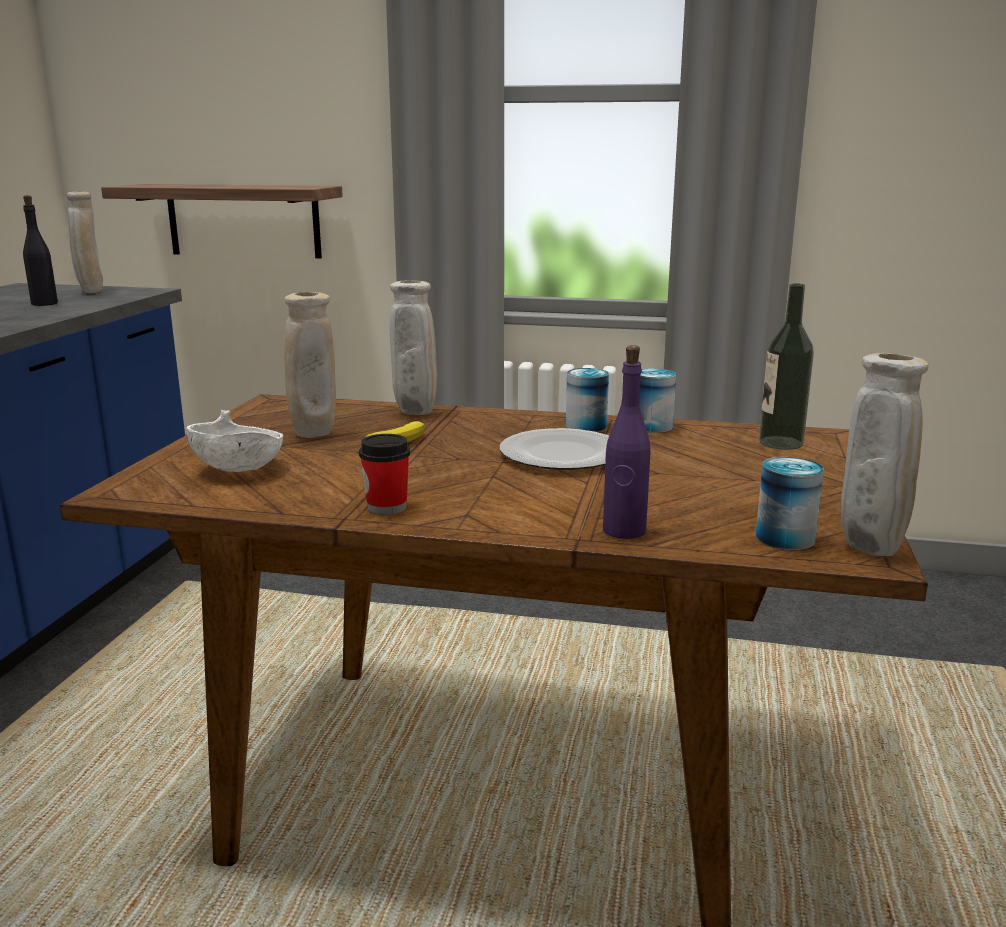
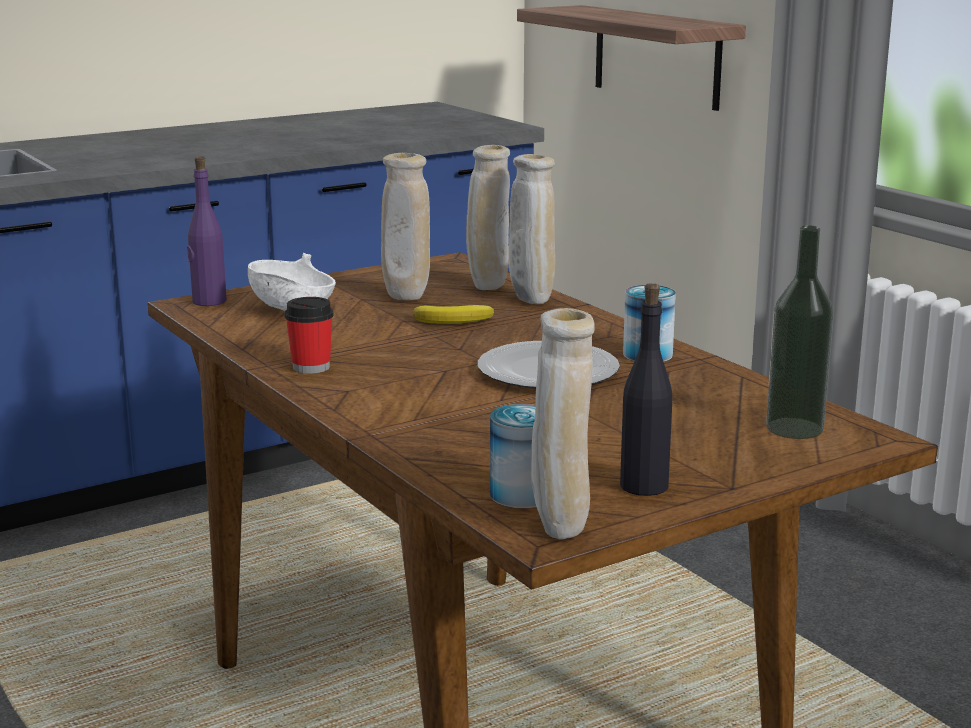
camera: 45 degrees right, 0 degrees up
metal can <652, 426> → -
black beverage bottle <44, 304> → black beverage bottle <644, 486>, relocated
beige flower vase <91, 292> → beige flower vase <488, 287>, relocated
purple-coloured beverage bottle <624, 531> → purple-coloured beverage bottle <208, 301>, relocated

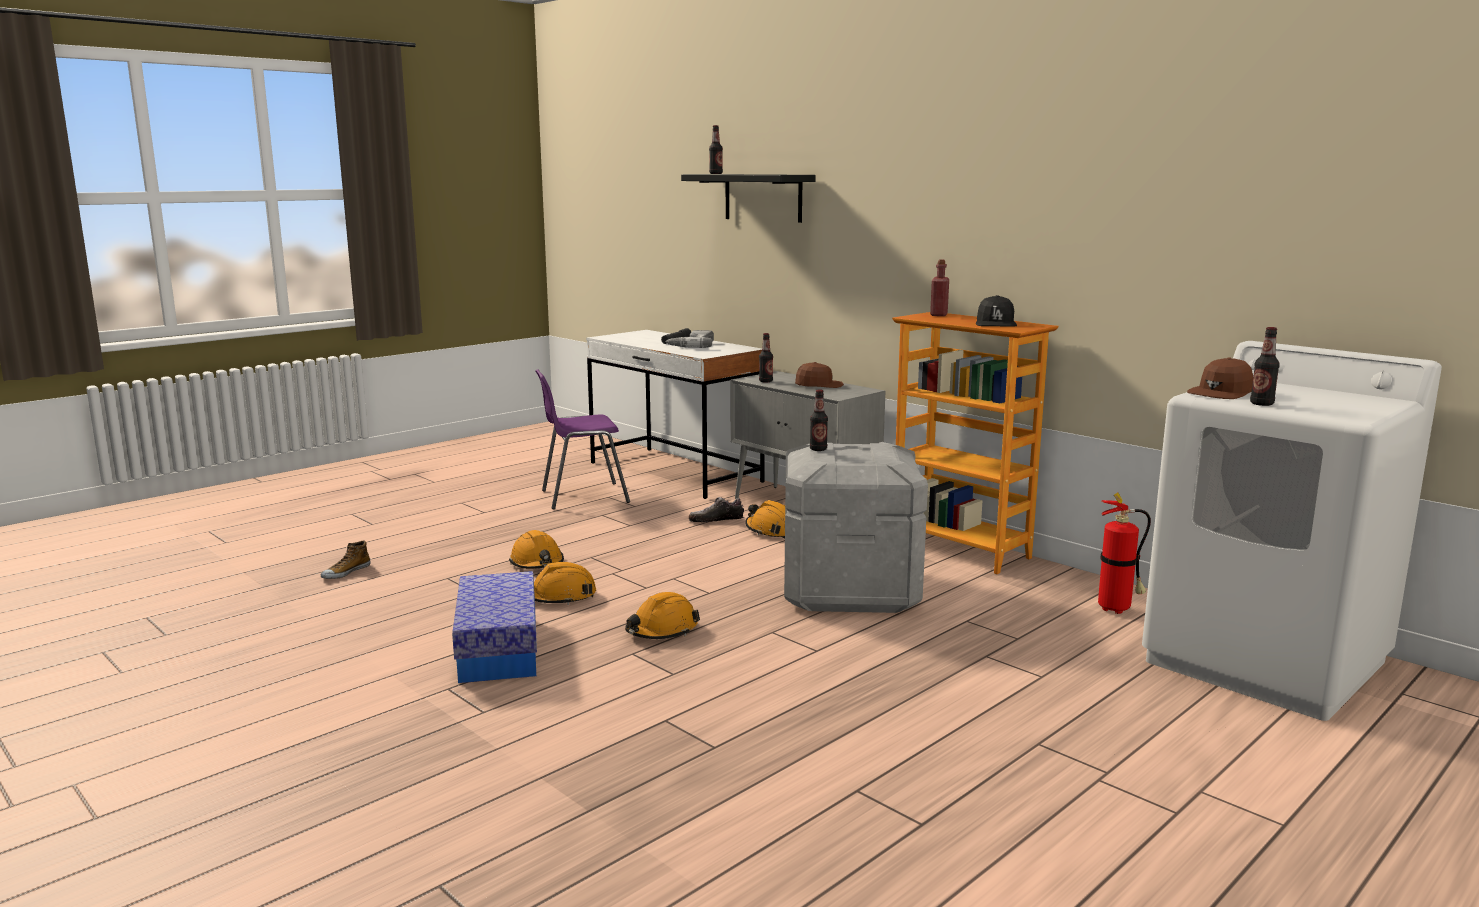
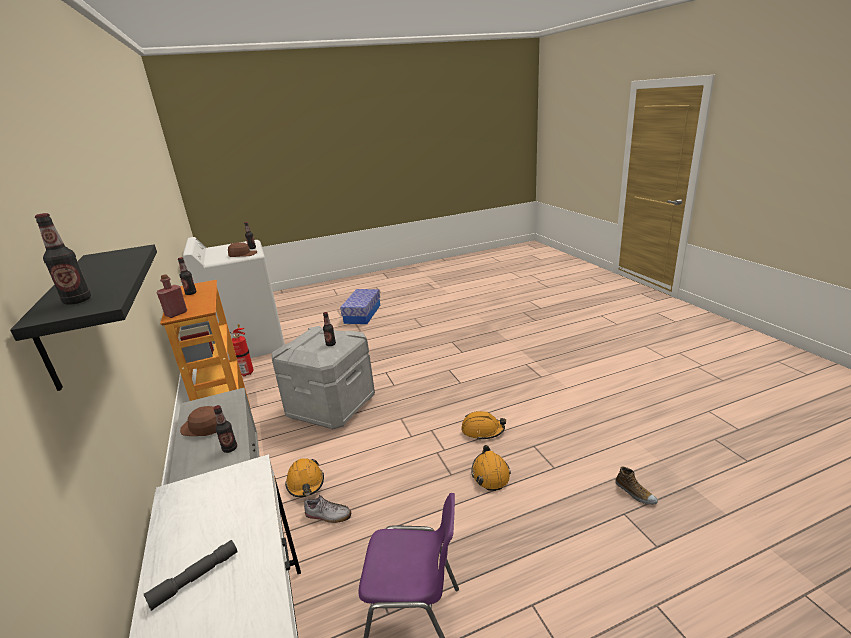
camera: 155 degrees left, 10 degrees up
orangey hard hat <662, 630> → -
drill <691, 345> → -
storage box <498, 649> → storage box <362, 314>, relocated
black cap <995, 323> → beverage bottle <191, 293>
shoe <346, 572> → shoe <635, 493>, 90 degrees clockwise

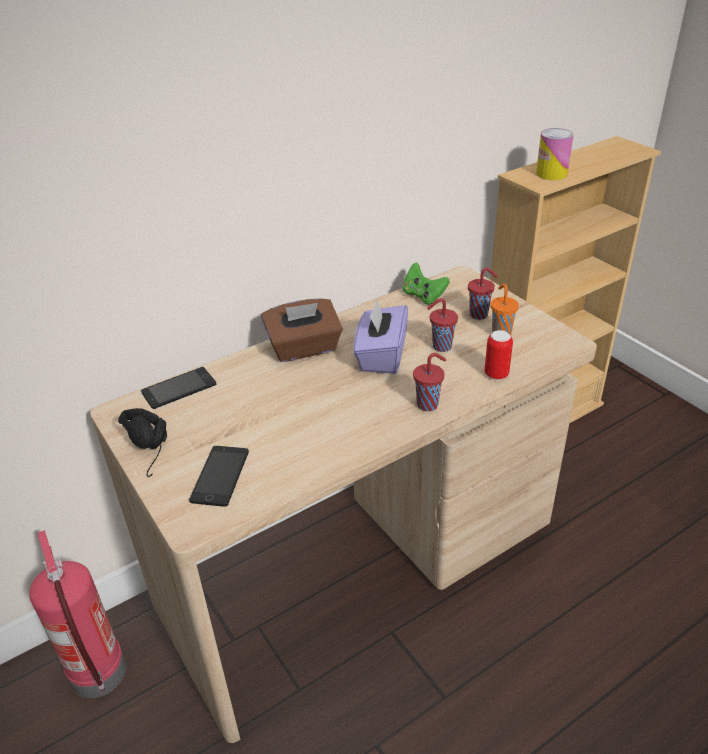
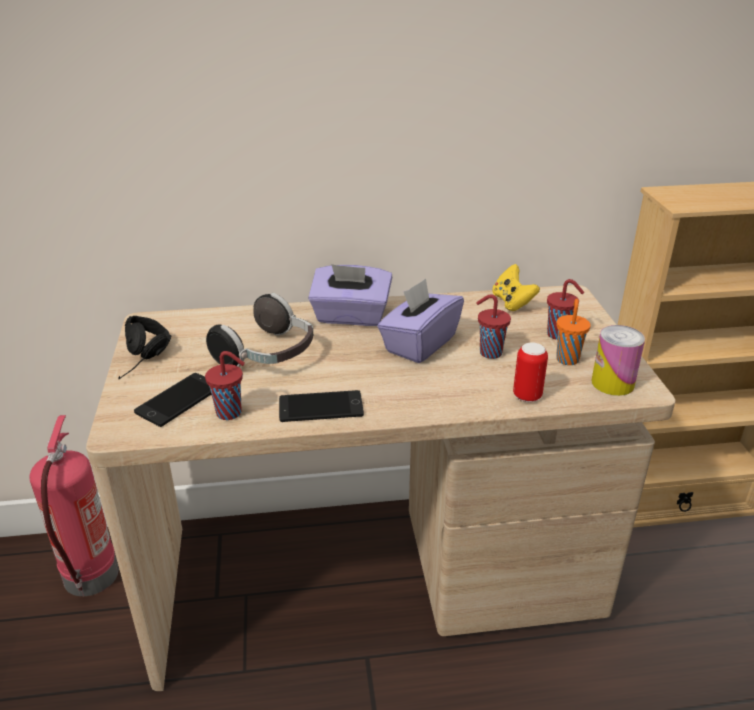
camera: 25 degrees right, 5 degrees down
- → headset <268, 356>
handset <179, 388> → handset <321, 407>, relocated
red drinking cup <428, 404> → red drinking cup <230, 413>, relocated
metal can <551, 174> → metal can <612, 383>, relocated
brown-coloured tissue holder <304, 348> → purple-coloured tissue holder <351, 317>
green joypad <423, 296> → yellow-coloured joypad <512, 302>

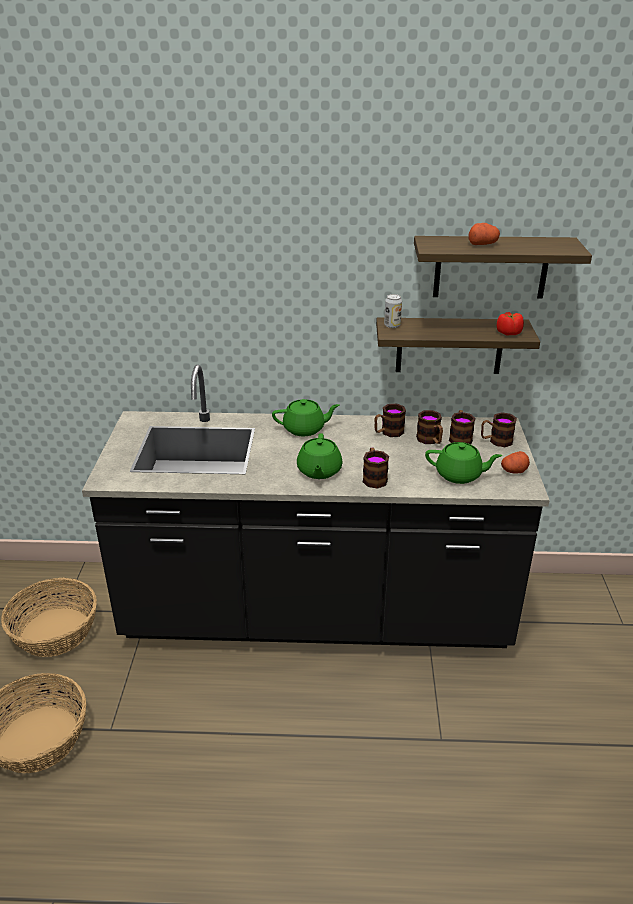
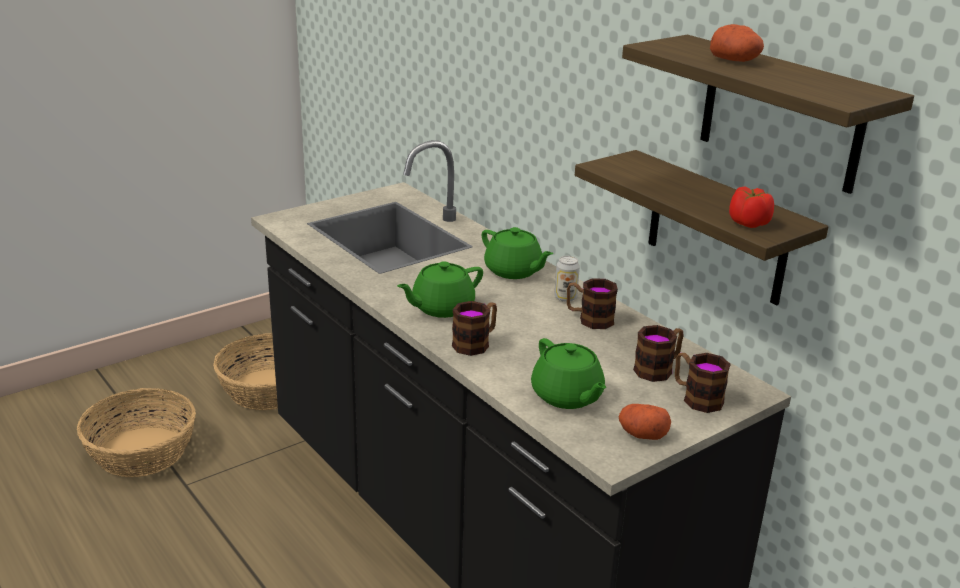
camera: 50 degrees right, 5 degrees down
coffee mug <430, 440> → -
metal can <392, 325> → metal can <565, 297>, relocated

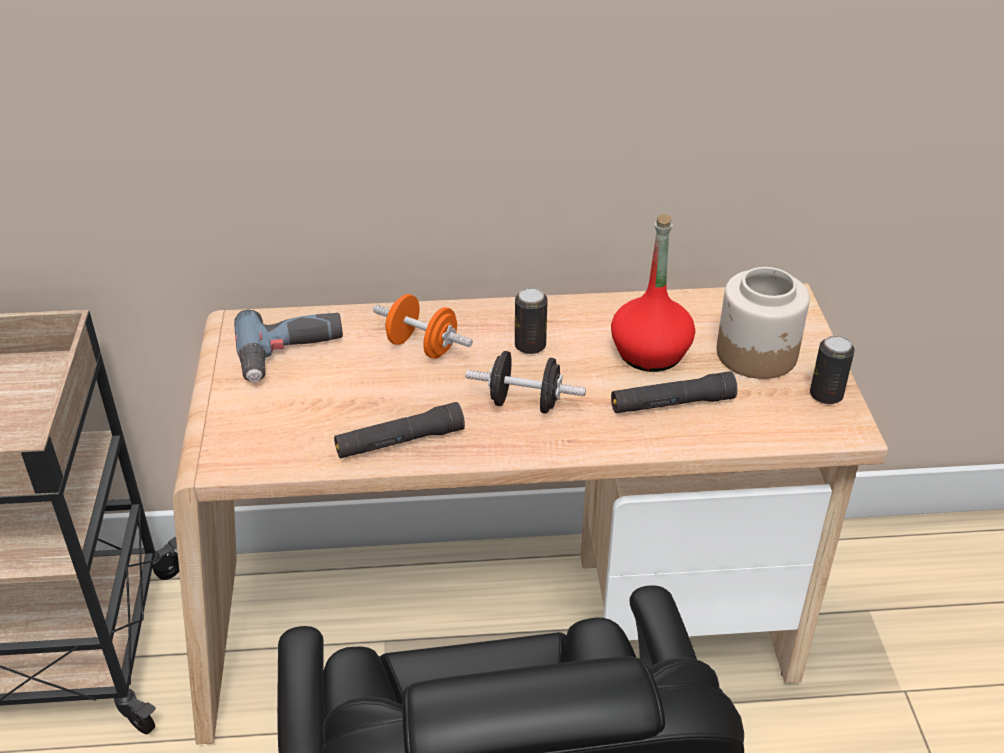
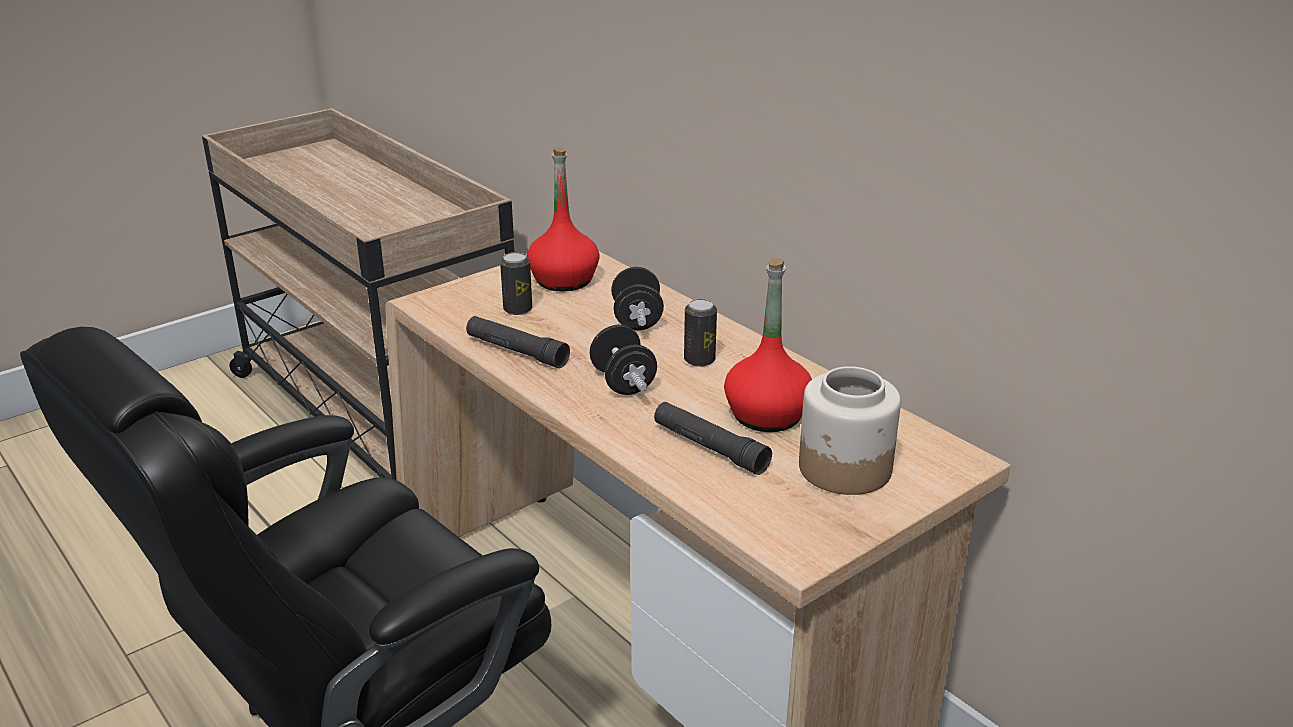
camera: 55 degrees right, 10 degrees down
metal can <826, 395> → metal can <517, 309>, relocated
drill <291, 354> → red beverage bottle <564, 280>
orangey free weight <422, 347> → black free weight <637, 320>

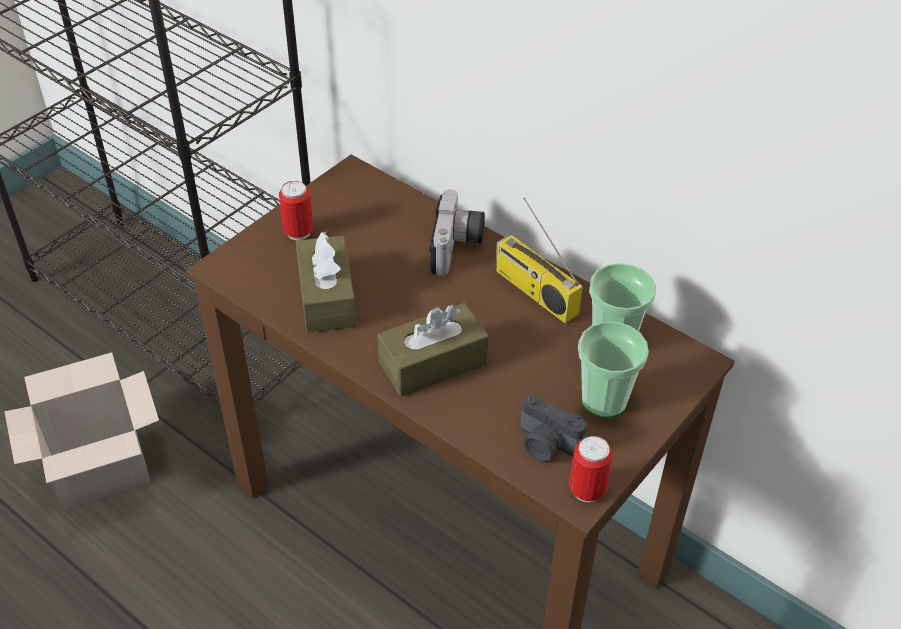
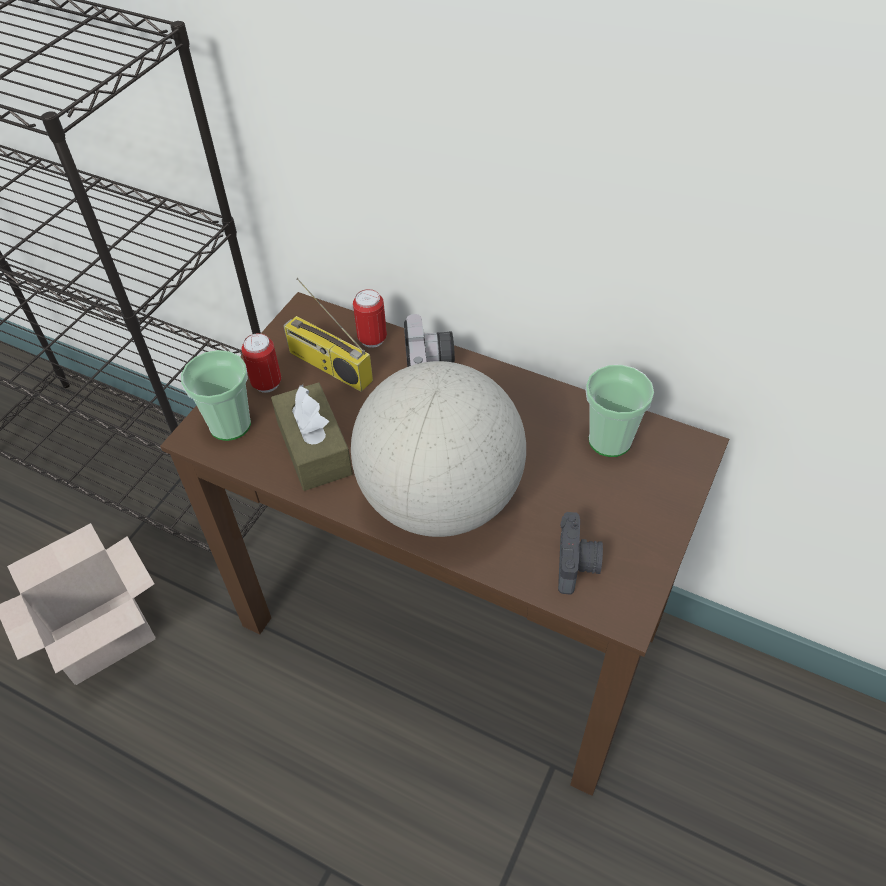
camera: 10 degrees left, 5 degrees up
radio set <534, 292> → radio set <328, 366>, relocated
metal can <587, 490> → metal can <372, 339>, relocated
drinking cup <604, 401> → drinking cup <230, 425>, relocated
brown-coloured tissue holder <433, 363> → desk globe <440, 499>
photo camera <546, 445> → photo camera <577, 565>, 105 degrees counterclockwise

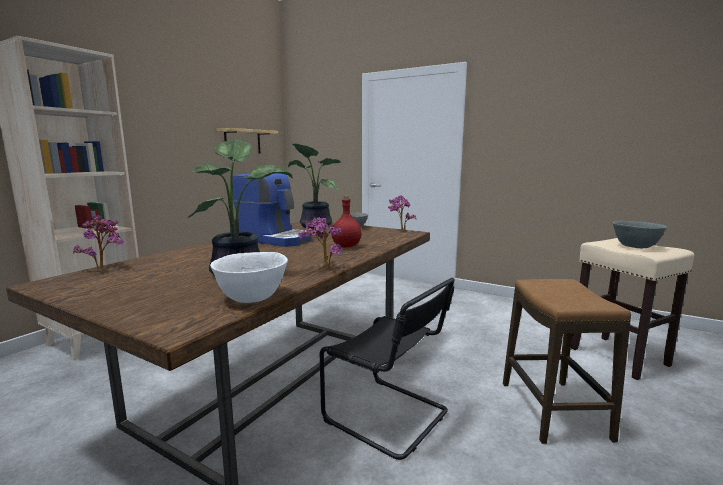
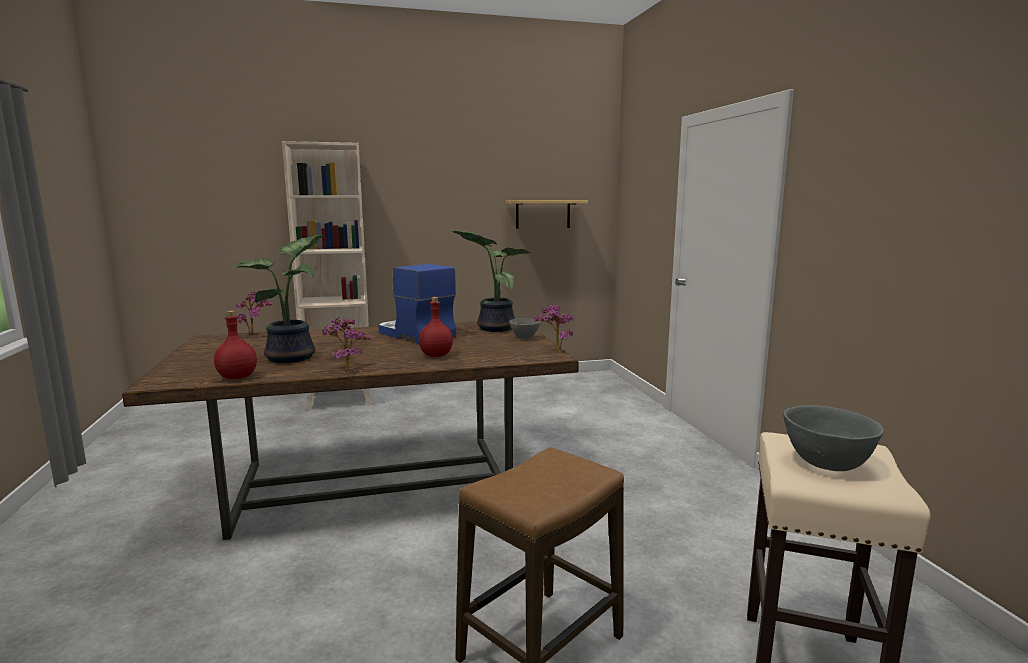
camera: 45 degrees right, 0 degrees up
black plain chair <390, 417> → -
white-coloured bowl <252, 297> → red beverage bottle <238, 377>
coffee machine <275, 239> → coffee machine <415, 335>, 150 degrees clockwise

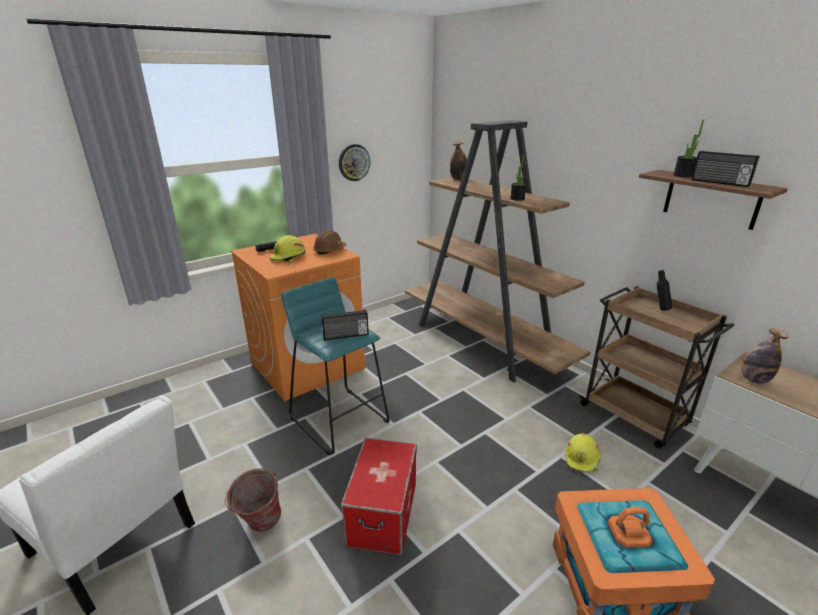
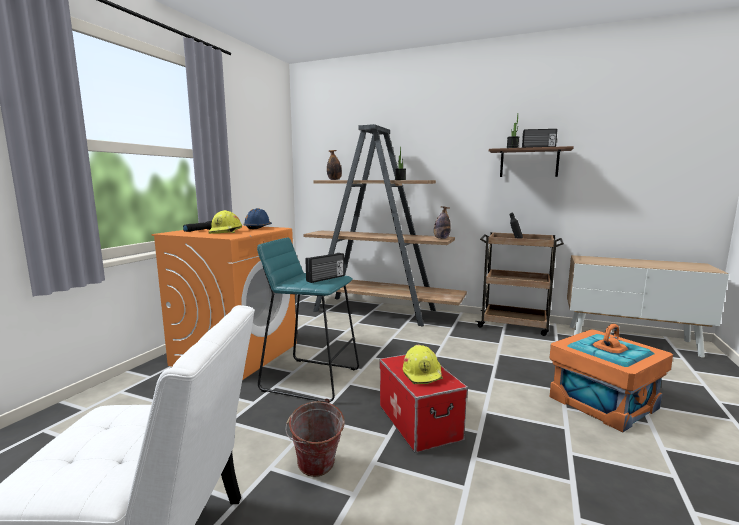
camera: 30 degrees left, 15 degrees down
wall clock <354, 162> → -
yellow-coloured hard hat <582, 459> → yellow-coloured hard hat <423, 374>, relocated
beverage bottle <754, 380> → beverage bottle <441, 238>, relocated
brown-coloured hard hat <330, 250> → bluish hard hat <258, 227>

